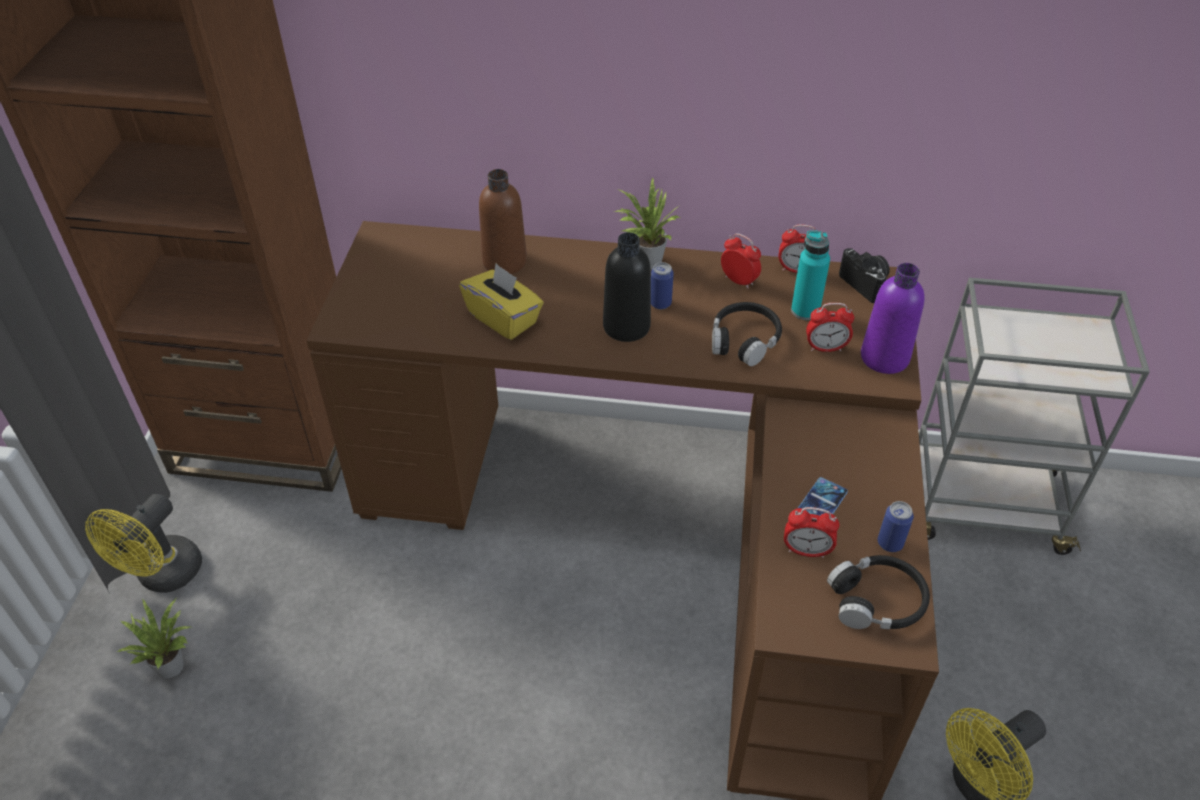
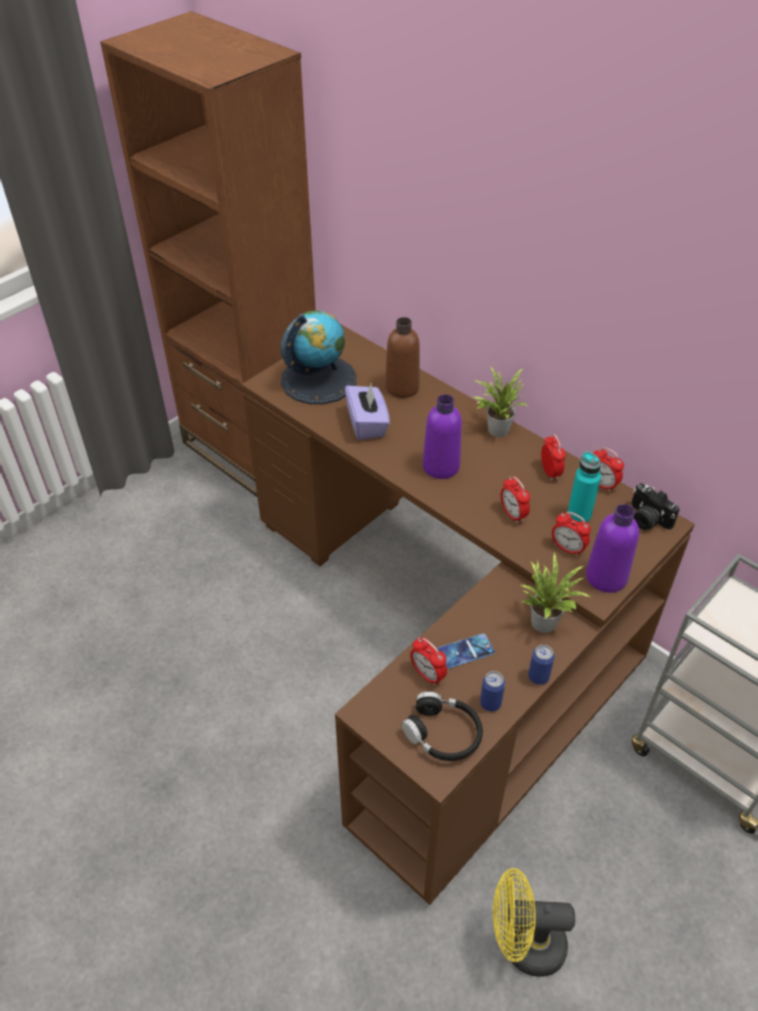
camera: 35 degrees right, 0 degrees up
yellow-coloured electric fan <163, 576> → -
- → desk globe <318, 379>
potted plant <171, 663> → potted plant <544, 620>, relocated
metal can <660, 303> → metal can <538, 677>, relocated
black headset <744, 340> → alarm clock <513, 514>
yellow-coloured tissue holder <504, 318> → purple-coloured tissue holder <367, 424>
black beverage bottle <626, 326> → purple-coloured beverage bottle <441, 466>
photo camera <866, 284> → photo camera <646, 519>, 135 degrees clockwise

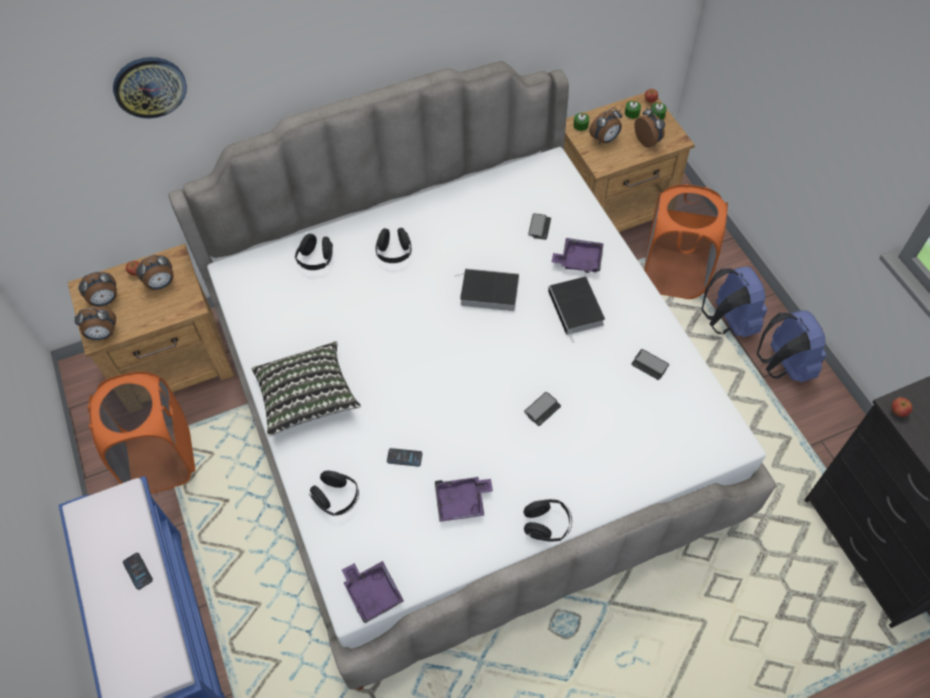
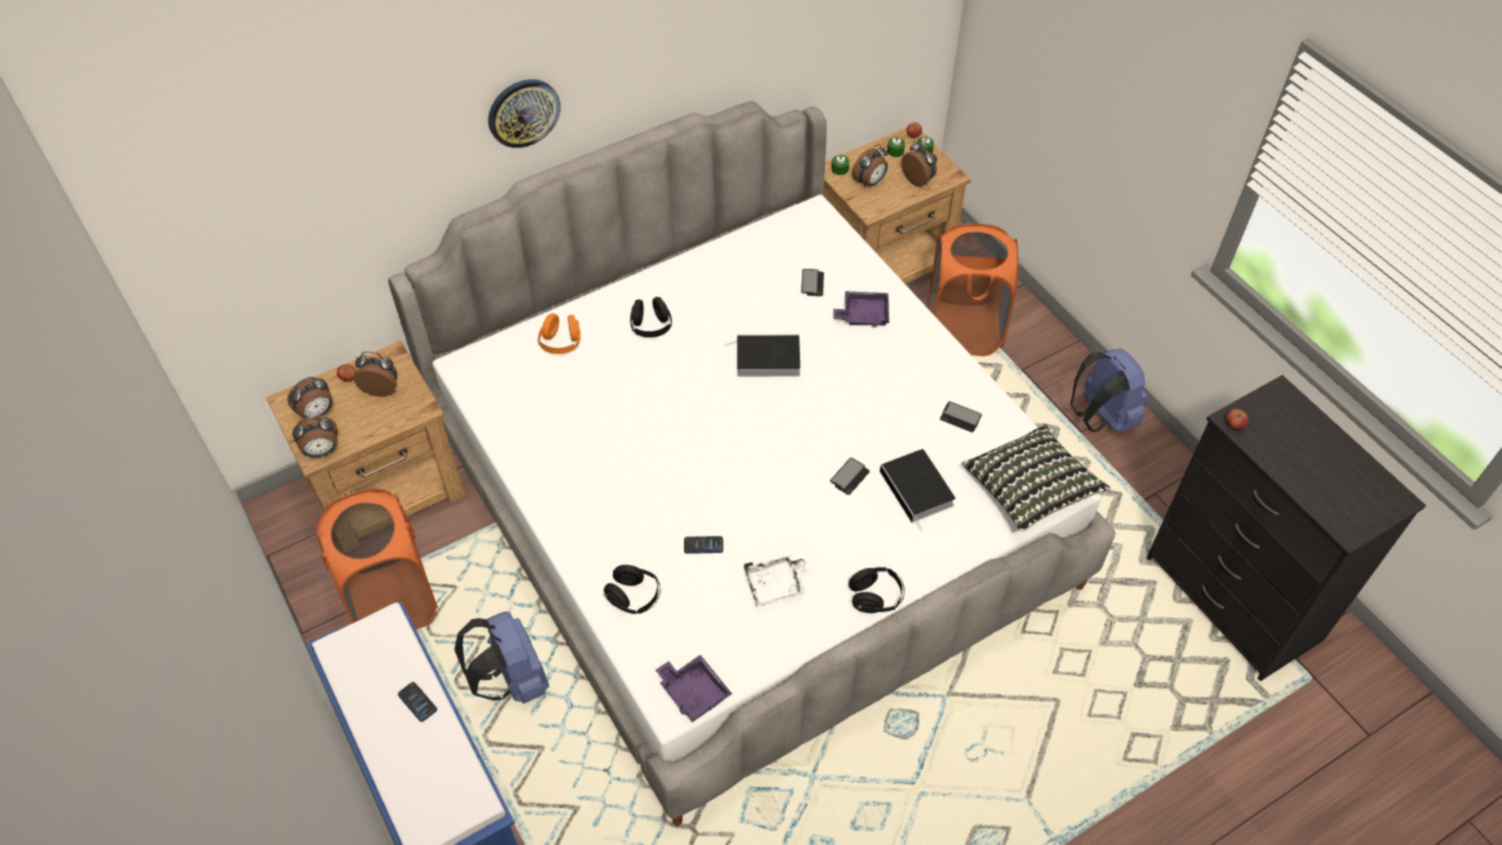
camera: 10 degrees left, 5 degrees down
wall clock <149, 86> → wall clock <523, 112>, relocated
pillow <307, 397> → pillow <1030, 489>, relocated
bound book <577, 309> → bound book <918, 490>, relocated
bluish rucksack <727, 322> → bluish rucksack <512, 680>, relocated
black headset <316, 260> → orangey headset <561, 343>
purple-coloured serving tray <462, 502> → white-coloured serving tray <777, 585>
alarm clock <161, 284> → alarm clock <382, 388>, 135 degrees counterclockwise

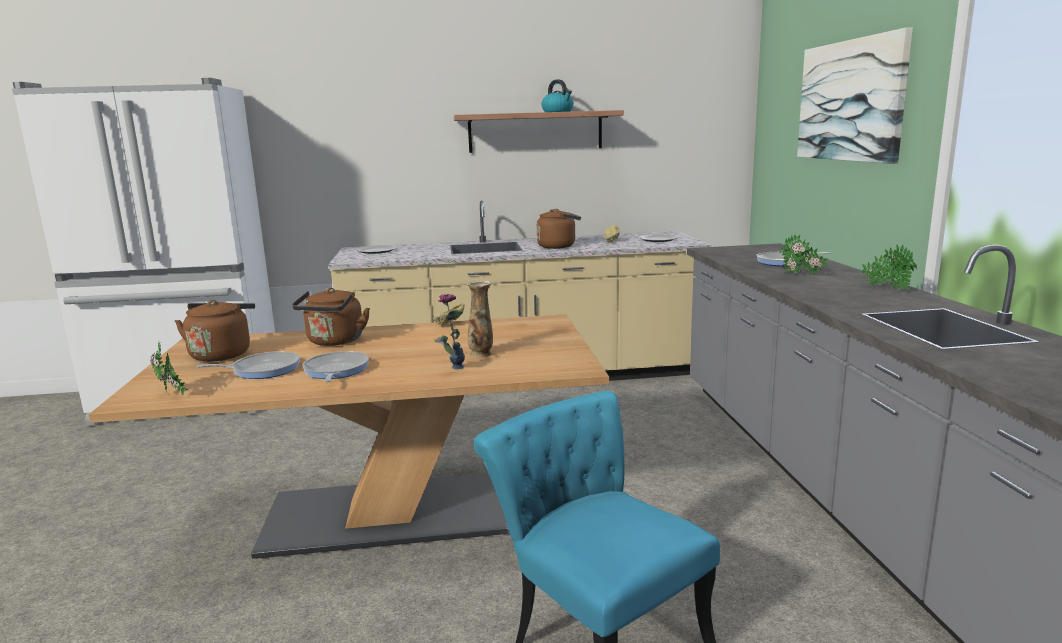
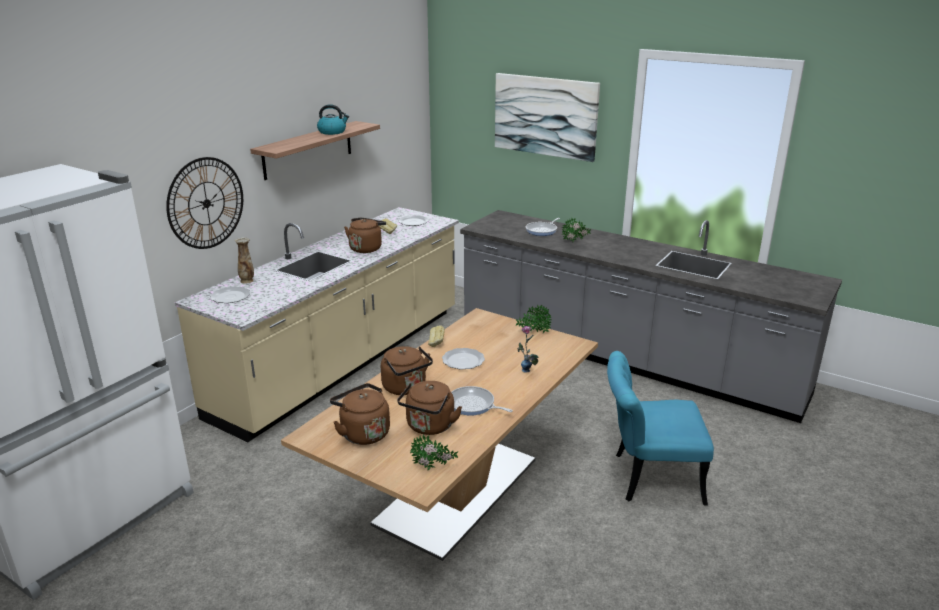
camera: 50 degrees left, 10 degrees up
- → wall clock <206, 203>
- → dinner plate <463, 360>
flower vase <481, 354> → flower vase <247, 280>, relocated
potted plant <886, 289> → potted plant <533, 333>, relocated
pan <262, 370> → brown-coloured water kettle <429, 427>

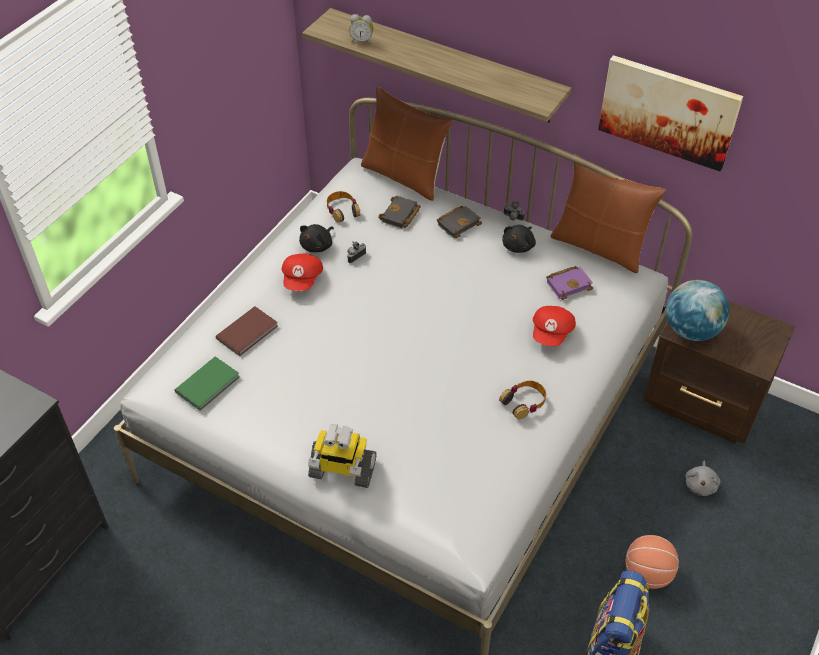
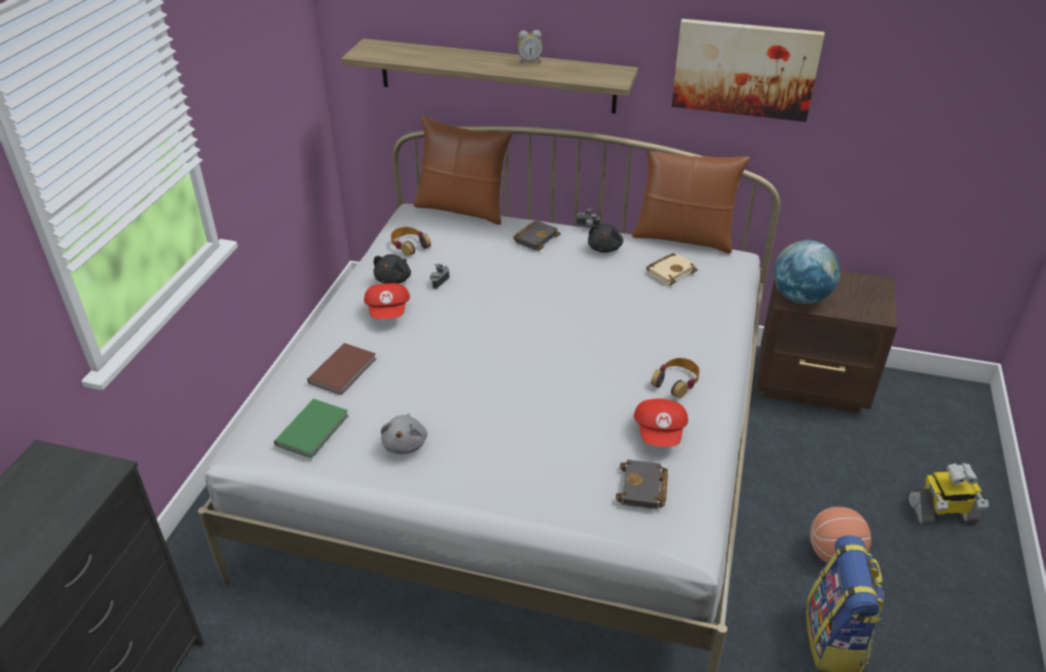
camera: 15 degrees left, 10 degrees down
toy robot <342, 470> → toy robot <941, 512>, relocated
alarm clock <362, 41> → alarm clock <529, 61>, relocated
black bound book <400, 216> → black bound book <643, 489>, relocated
red cap <552, 333> → red cap <660, 432>, relocated
gray cuddly toy <700, 485> → gray cuddly toy <405, 444>, relocated
purple-coloured bound book <569, 284> → beige bound book <670, 271>

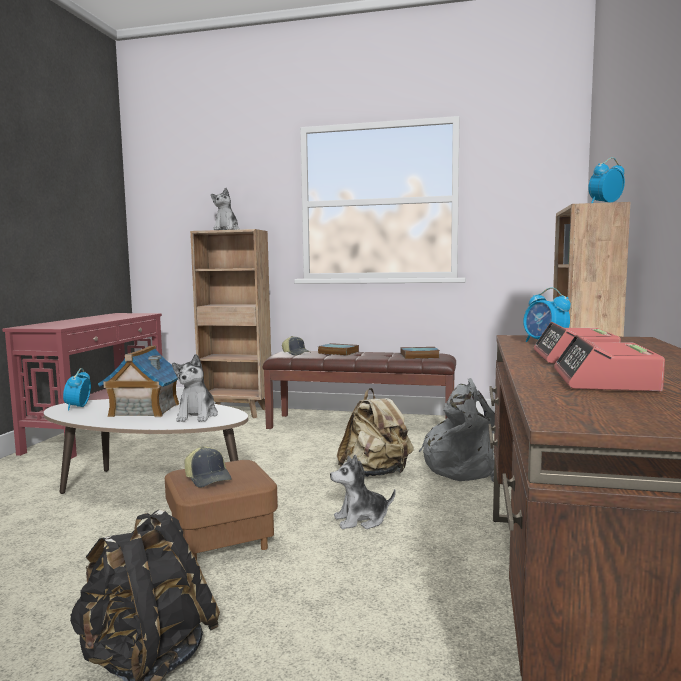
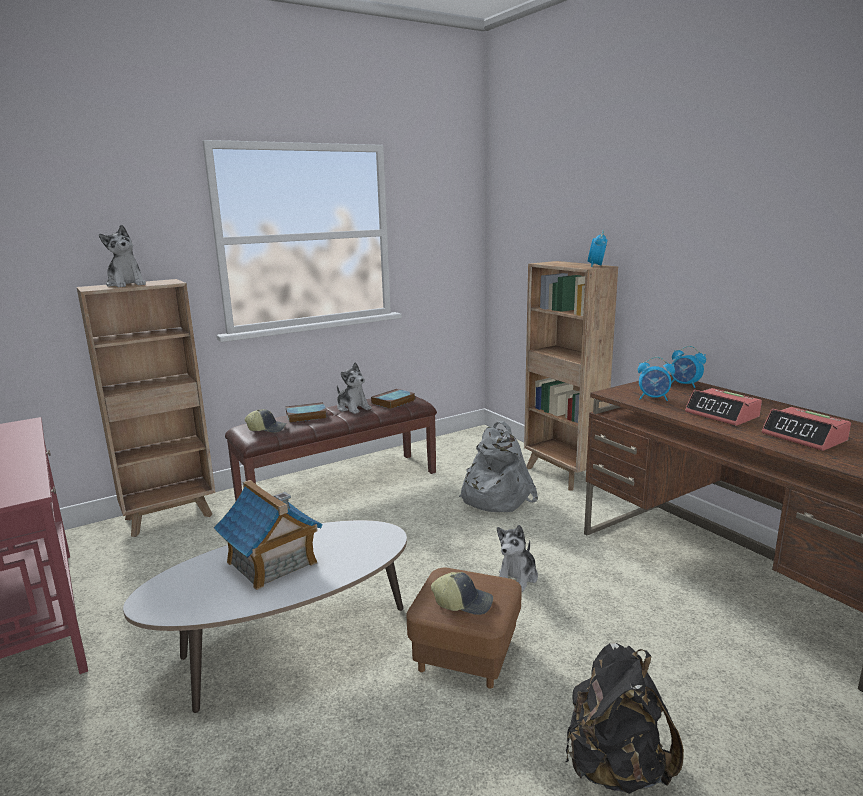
camera: 45 degrees left, 10 degrees up
beige rucksack <375, 474> → -
alarm clock <78, 407> → alarm clock <685, 385>, relocated
cuddly toy <197, 416> → cuddly toy <353, 408>, relocated

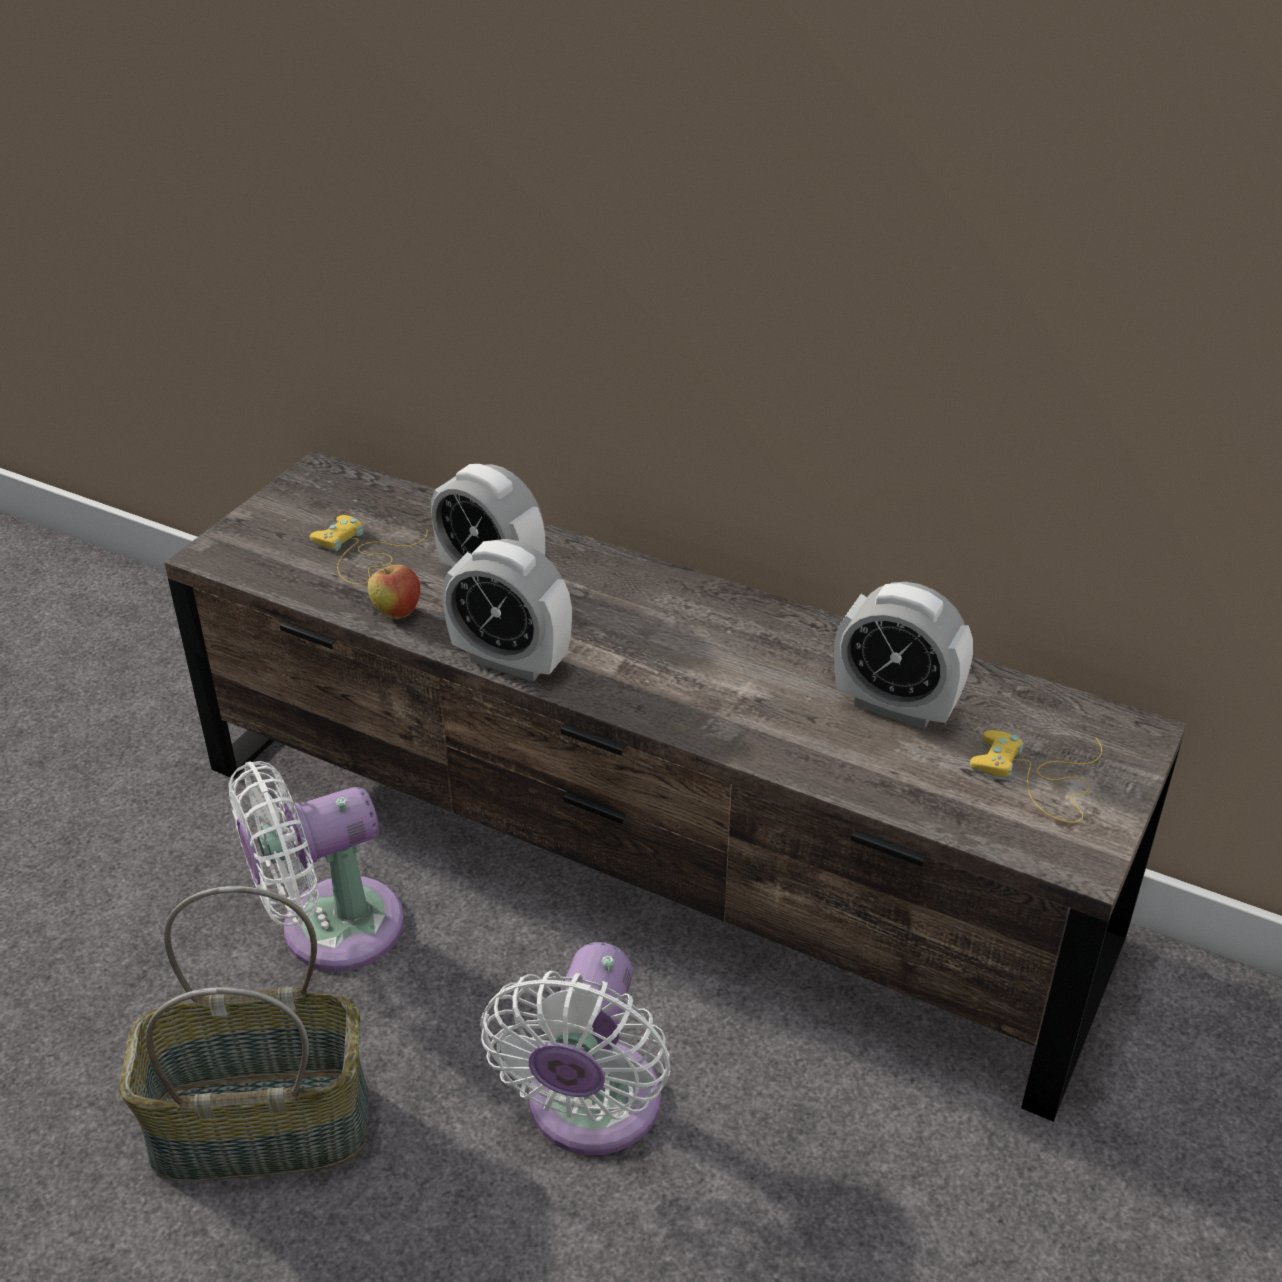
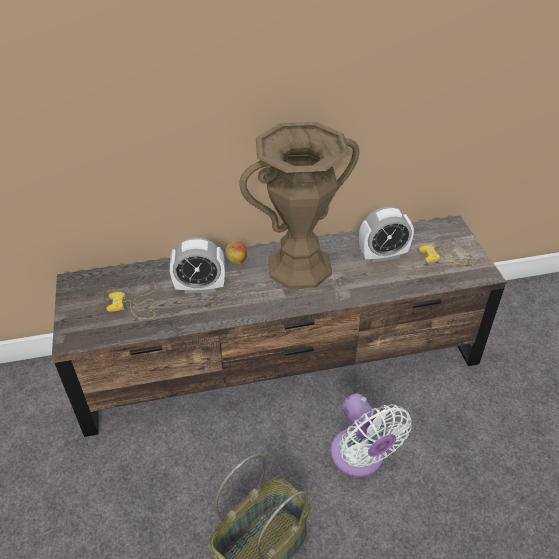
camera: 40 degrees left, 5 degrees up
white-coloured electric fan <329, 929> → -
alarm clock <510, 661> → -
- → brown-coloured flower vase <299, 267>
apple fruit <396, 612> → apple fruit <236, 261>, relocated

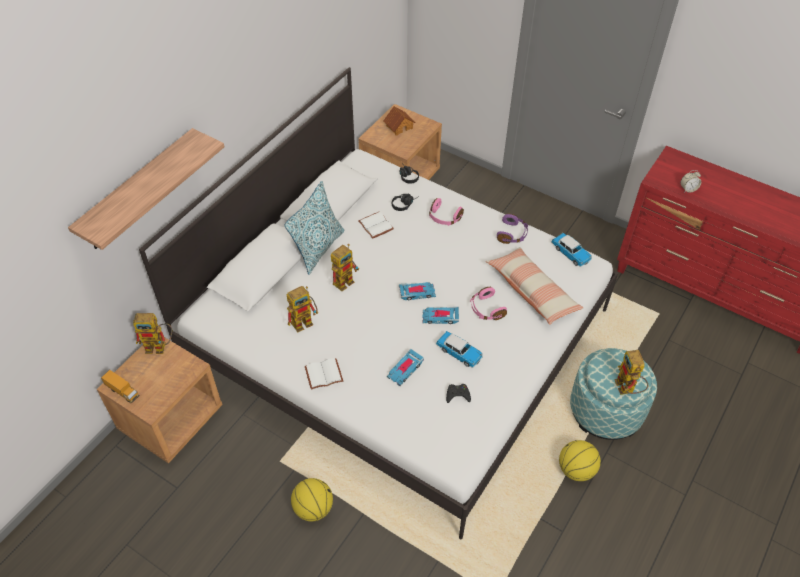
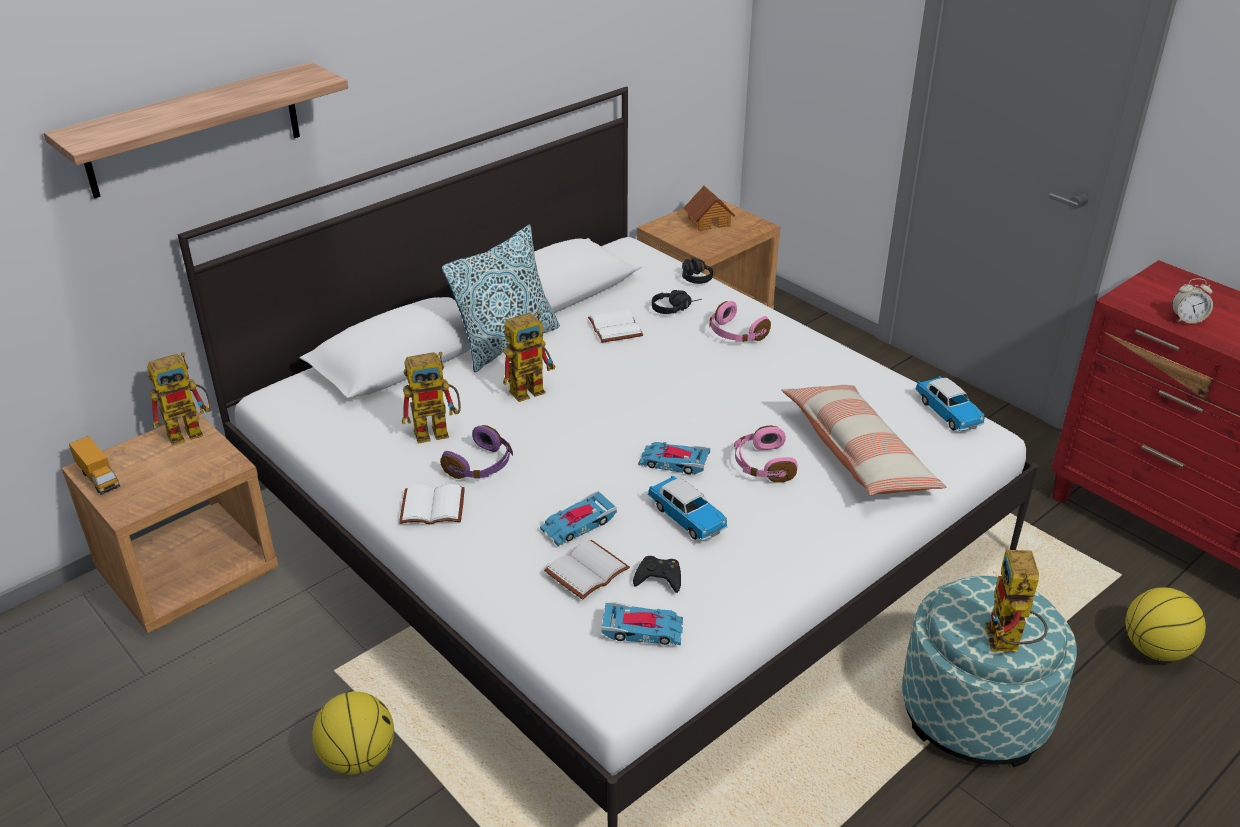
camera: 15 degrees right, 15 degrees down
- → white-coloured bound book <587, 572>
miniature car <417, 293> → miniature car <642, 629>, relocated
purple-coloured headset <512, 234> → purple-coloured headset <481, 466>, relocated
ball for basketball <576, 470> → ball for basketball <1155, 649>, relocated
toy robot <160, 346> → toy robot <192, 430>, 45 degrees counterclockwise

